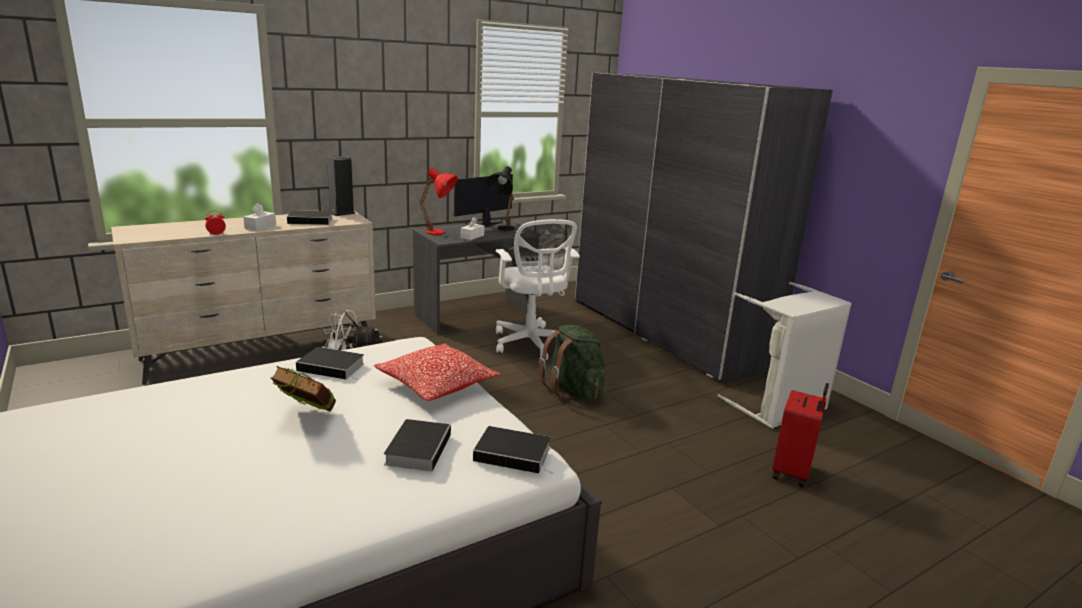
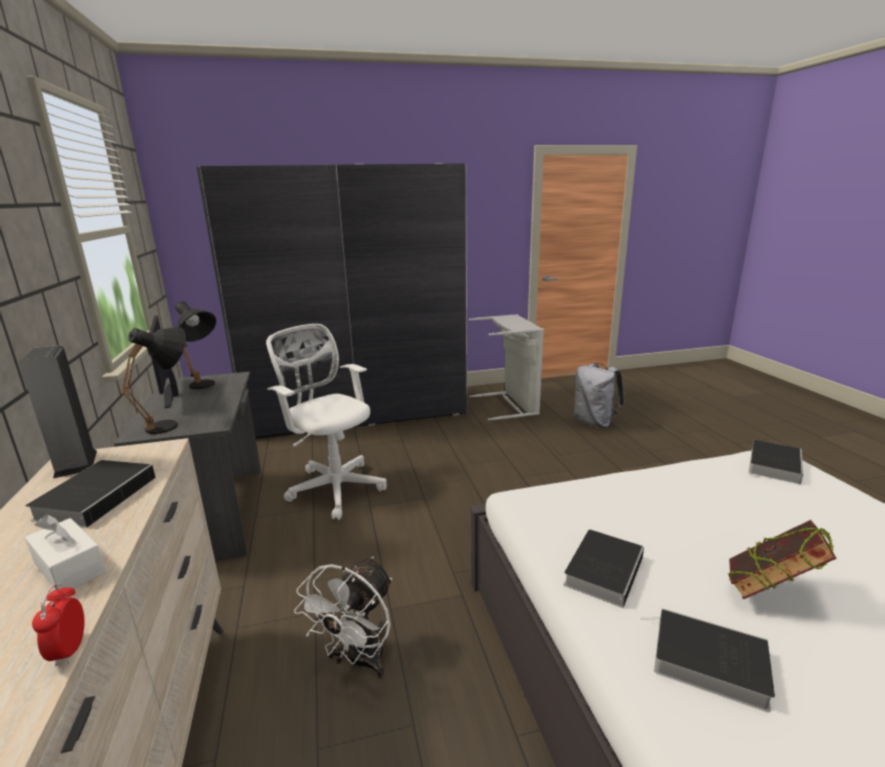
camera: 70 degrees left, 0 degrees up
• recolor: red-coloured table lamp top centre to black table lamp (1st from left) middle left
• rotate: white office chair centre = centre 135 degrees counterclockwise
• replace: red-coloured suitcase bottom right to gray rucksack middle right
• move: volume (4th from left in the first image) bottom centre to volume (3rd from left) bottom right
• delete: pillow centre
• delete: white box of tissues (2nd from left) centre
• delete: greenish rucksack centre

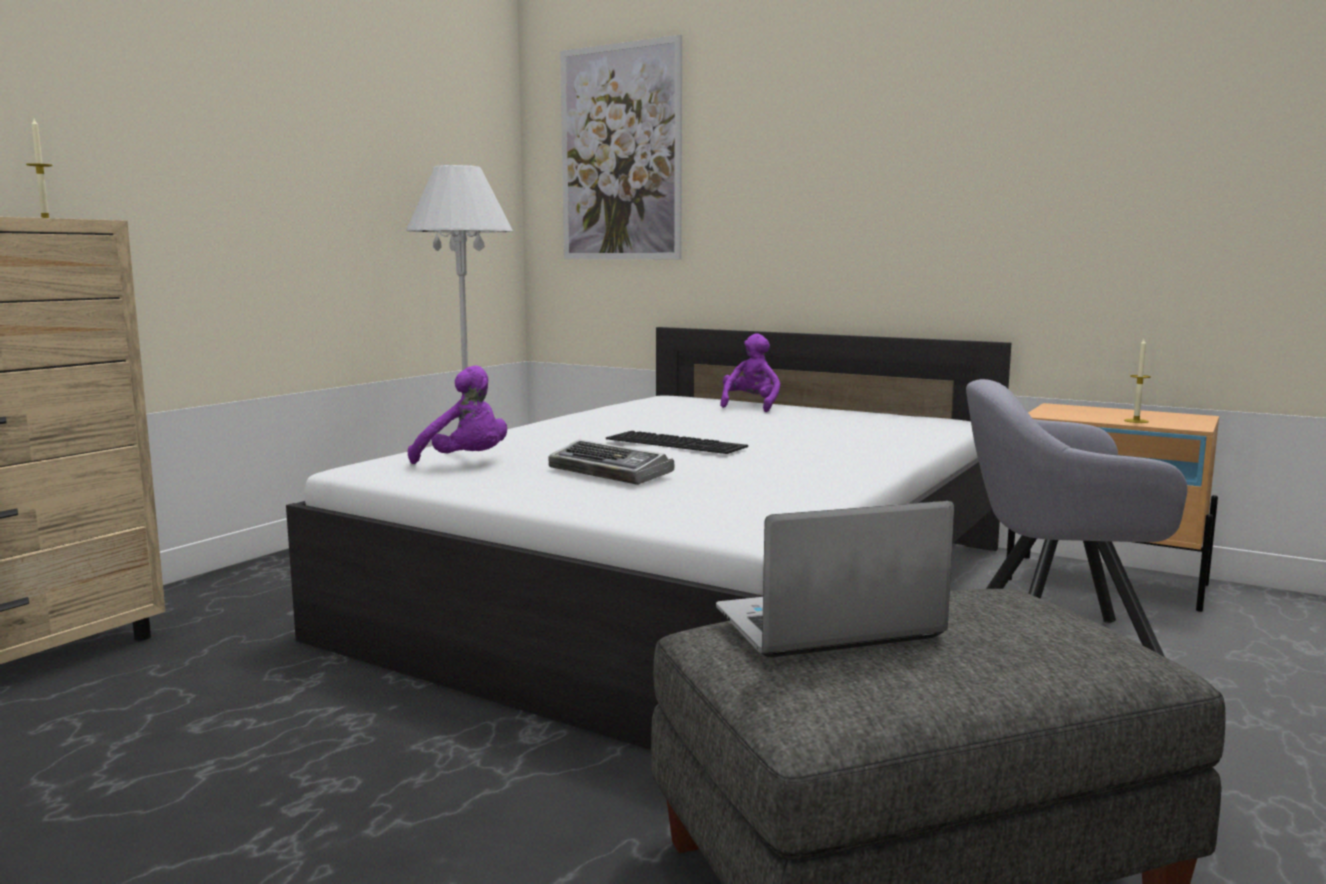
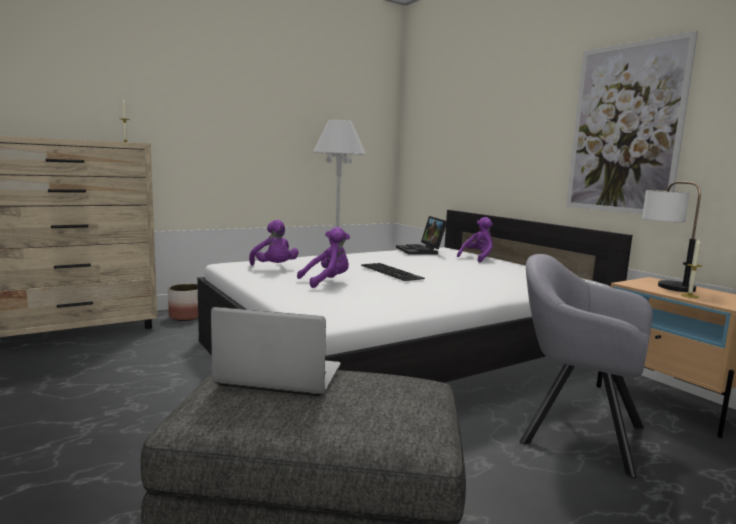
camera: 25 degrees right, 0 degrees up
• insert: flower pot middle left
• replace: keyboard (1st from left) centre to purplish soft toy (2nd from left) centre
• insert: laptop (2nd from left) centre
• move: picture top centre to top right
• insert: table lamp middle right

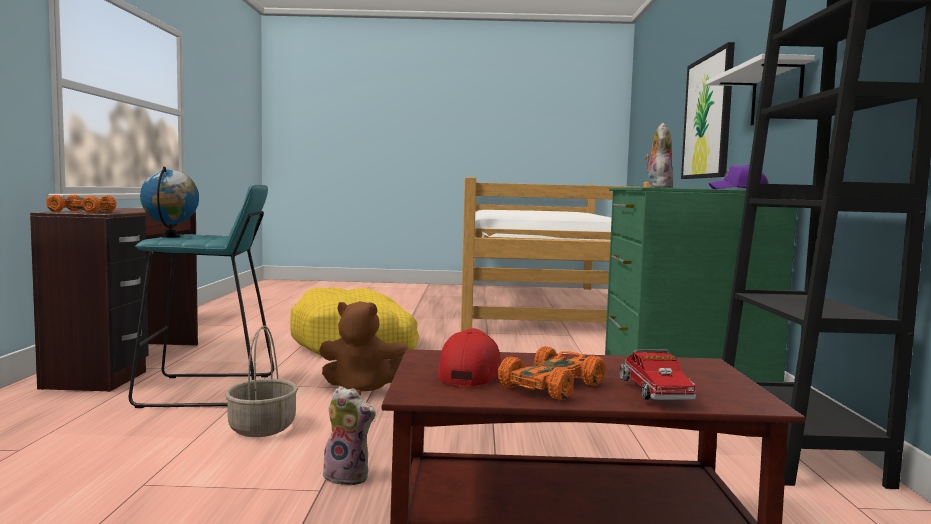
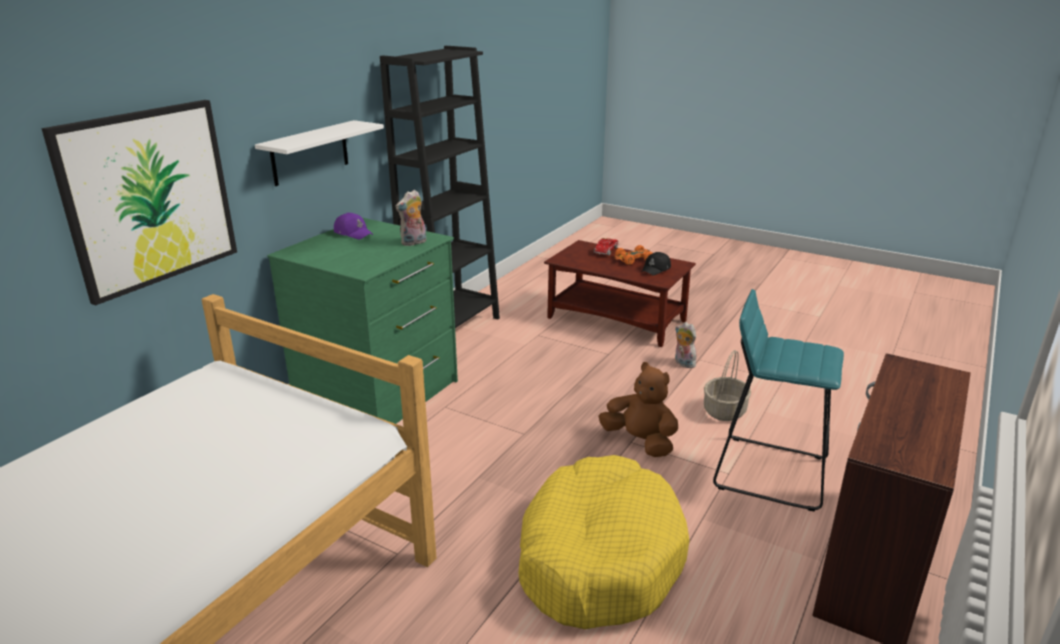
camera: 150 degrees left, 20 degrees up
• recolor: red-coloured cap bottom centre to black cap centre
• delete: orange toy car (1st from left) middle left
• delete: world globe middle left

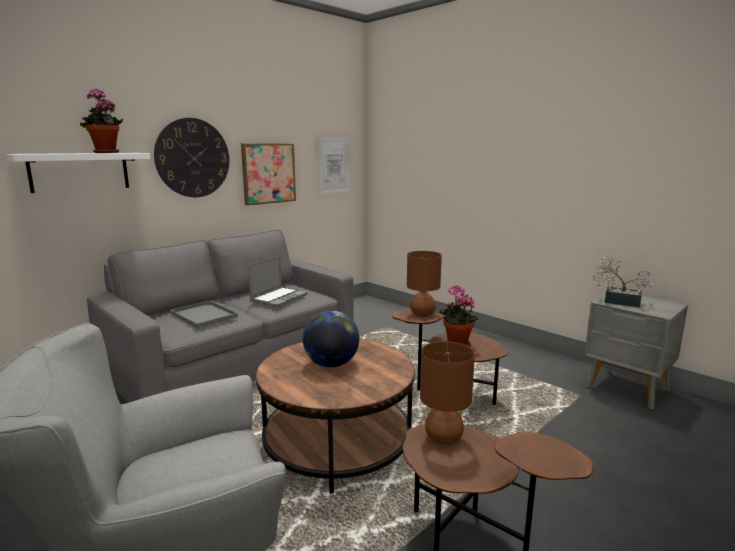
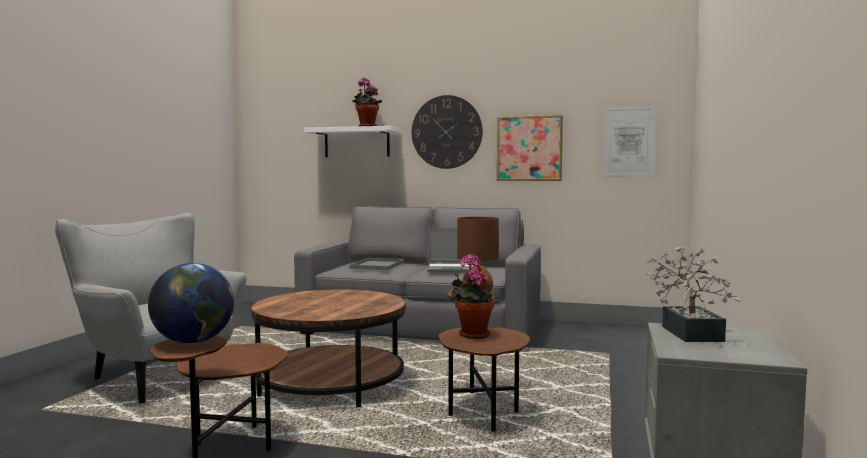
camera: 60 degrees right, 10 degrees down
• move: world globe centre to middle left
• delete: brown table lamp (2nd from left) bottom centre

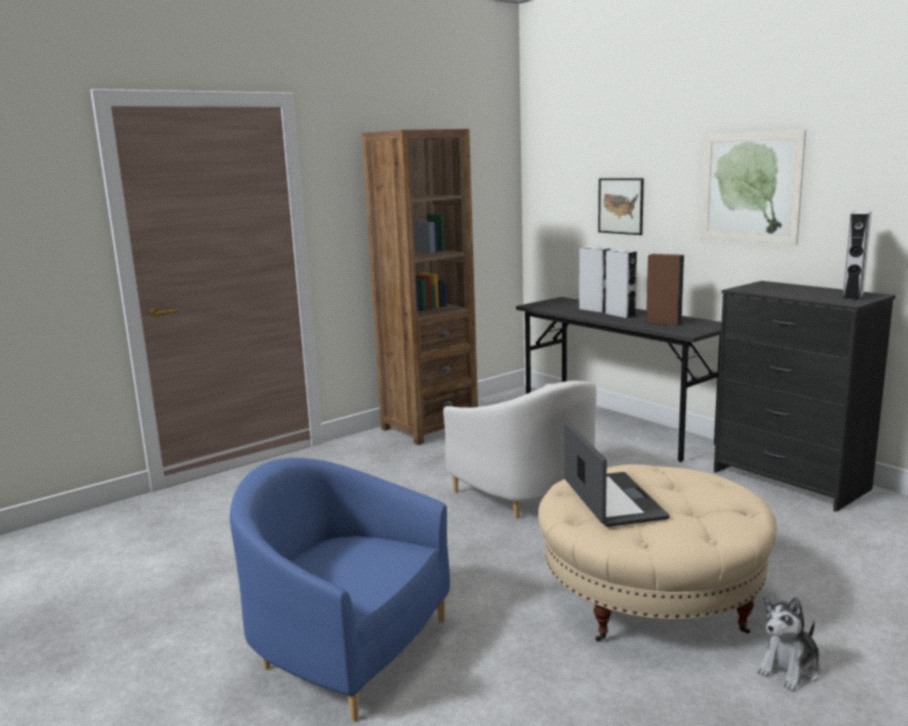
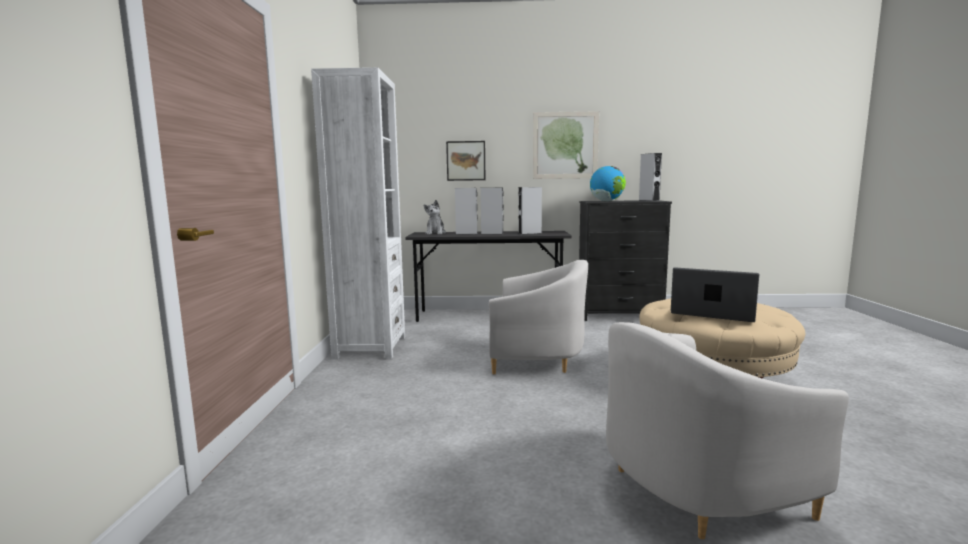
camera: 50 degrees left, 5 degrees down
• recolor: brown shelving unit centre to white shelving unit centre
• move: soft toy bottom right to centre
• recolor: brown speaker middle right to gray speaker (3rd from left) centre
• insert: world globe centre
• recolor: blue easy chair bottom centre to white easy chair (2nd from left) bottom right

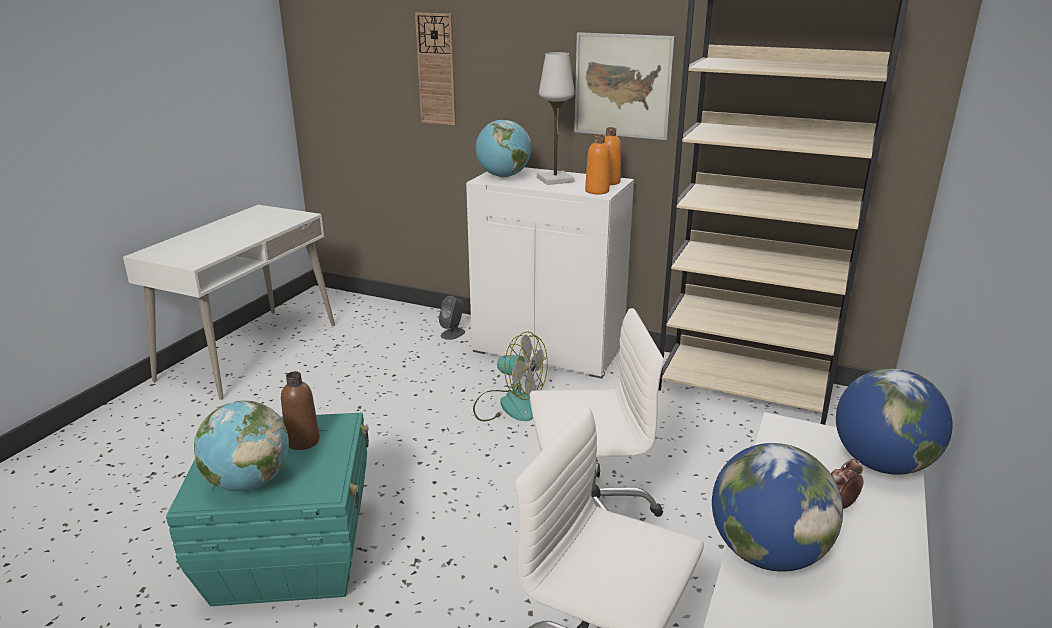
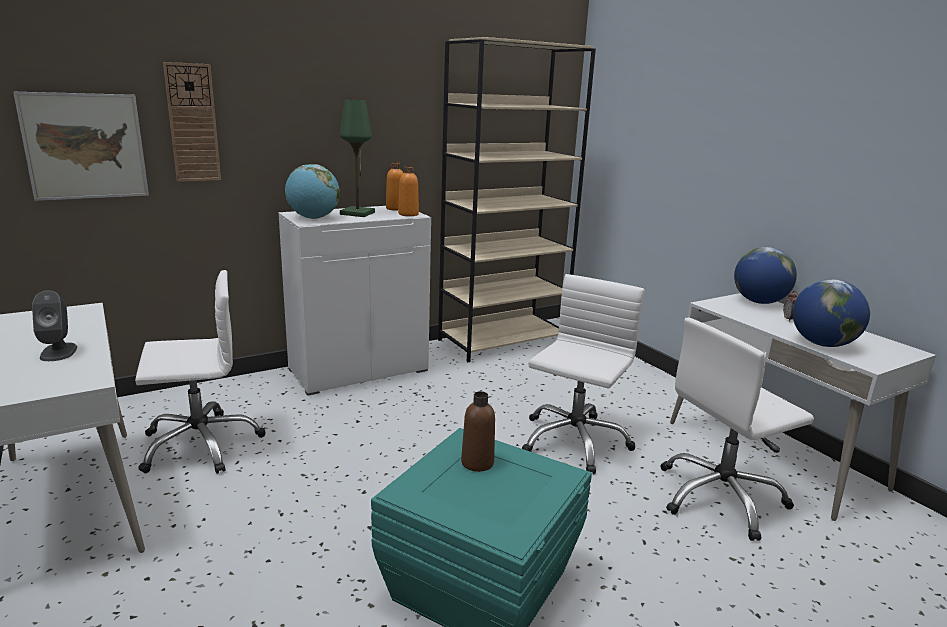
camera: 55 degrees left, 5 degrees down
• move: picture top centre to top left
• move: gray speaker centre to middle left
• insert: white office chair (1st from left) middle left
• recolor: white table lamp top centre to greenish table lamp top centre
• delete: world globe (1st from left) bottom left
• delete: electric fan centre

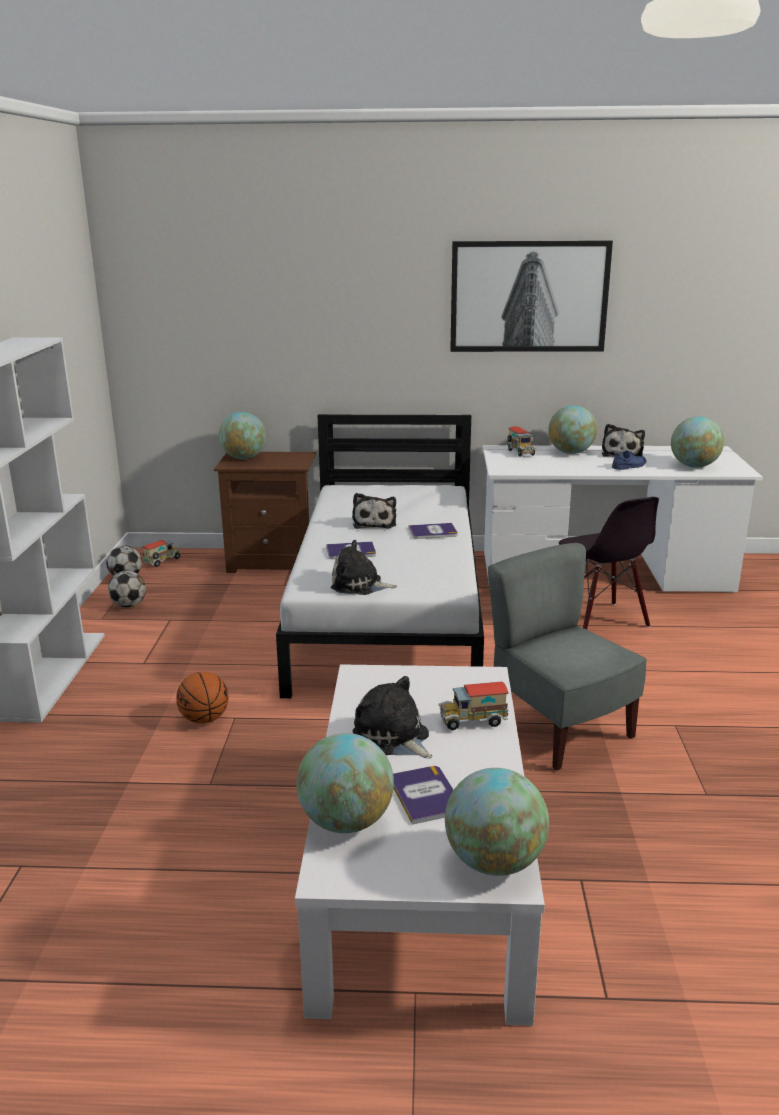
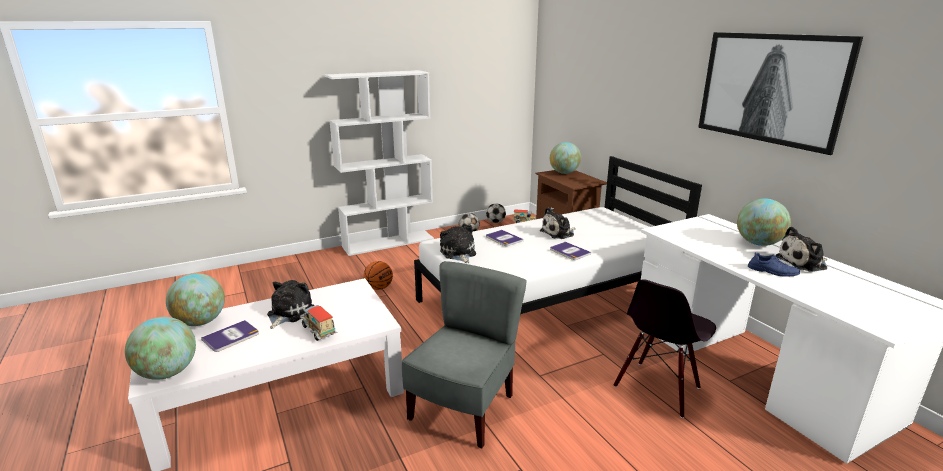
camera: 60 degrees right, 0 degrees up
• delete: model truck (3rd from left) middle right
• delete: world globe (5th from left) middle right

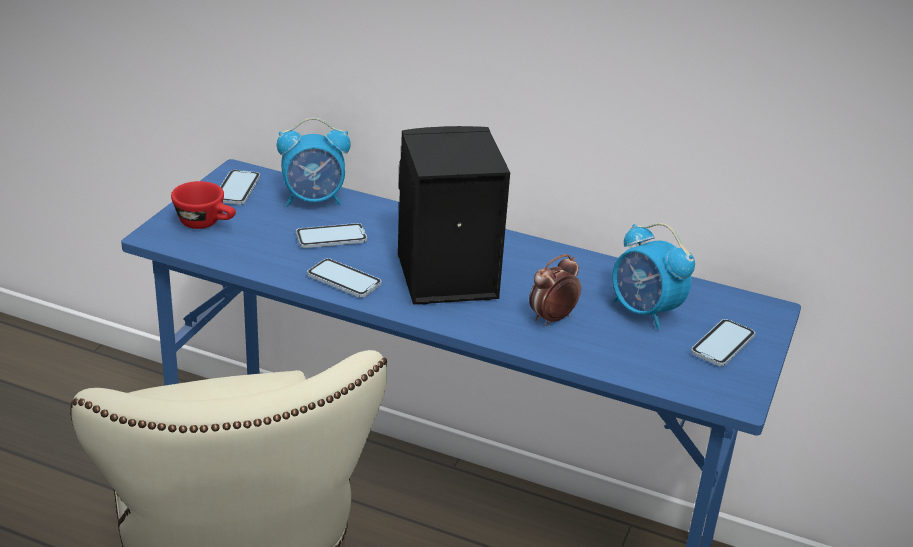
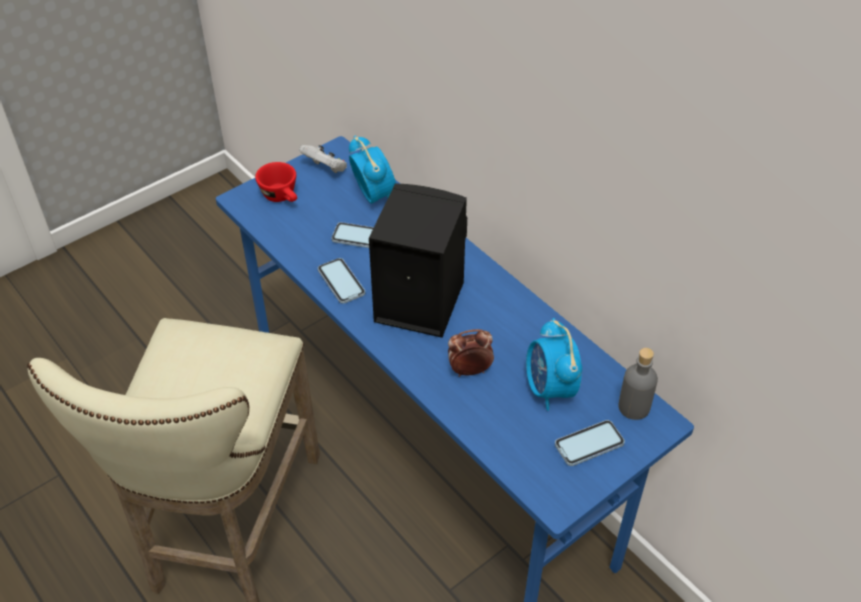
camera: 30 degrees right, 15 degrees up
• replace: phone (1st from left) middle left to white gamepad top centre
• rotate: bedside clock (1st from left) top centre = top centre 135 degrees counterclockwise
• insert: gray bottle middle right

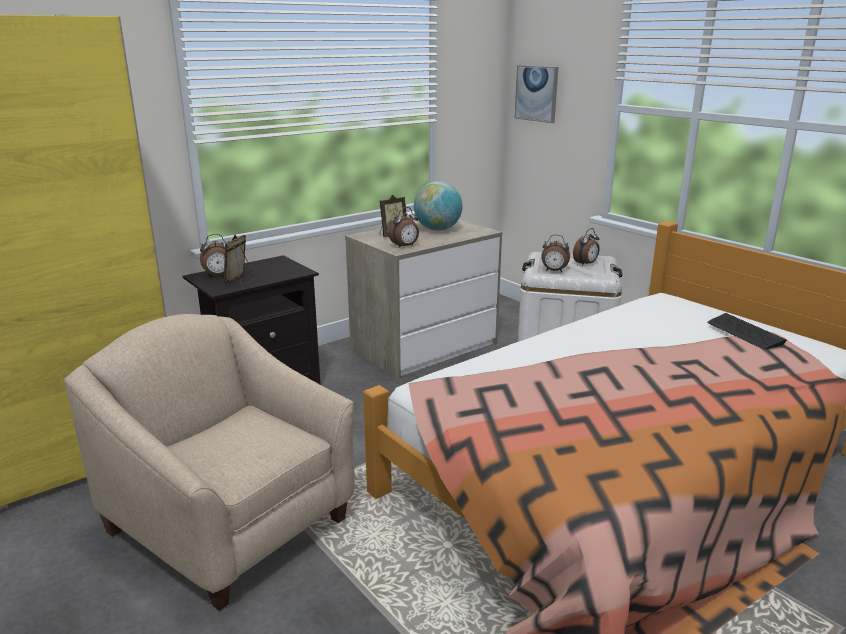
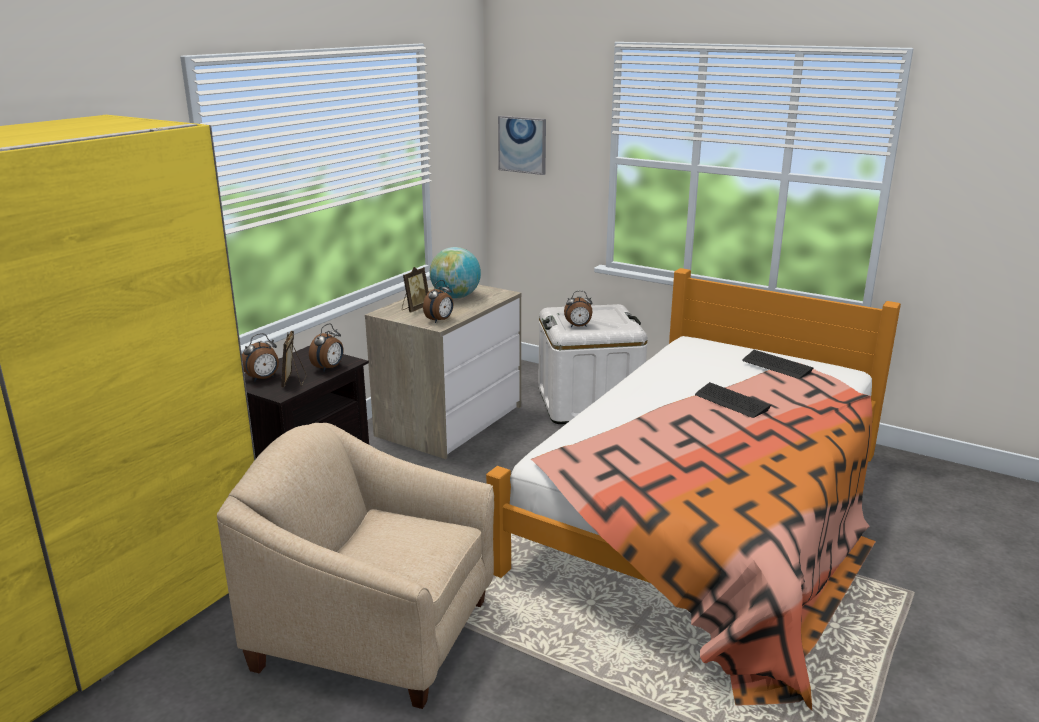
camera: 20 degrees left, 0 degrees up
• move: bedside clock (4th from left in the first image) middle right to bedside clock (2nd from left) middle left
• insert: keyboard (1st from left) middle right

